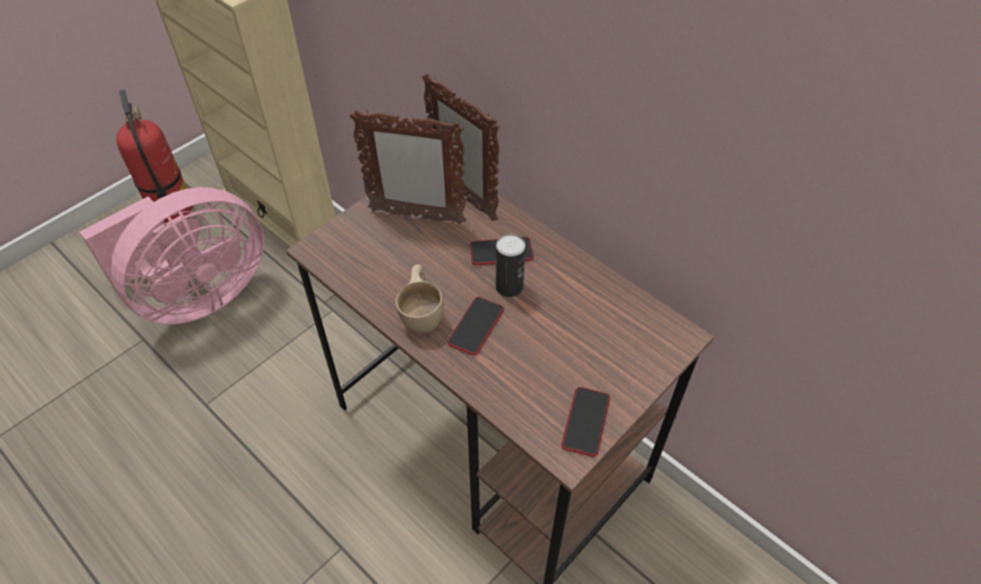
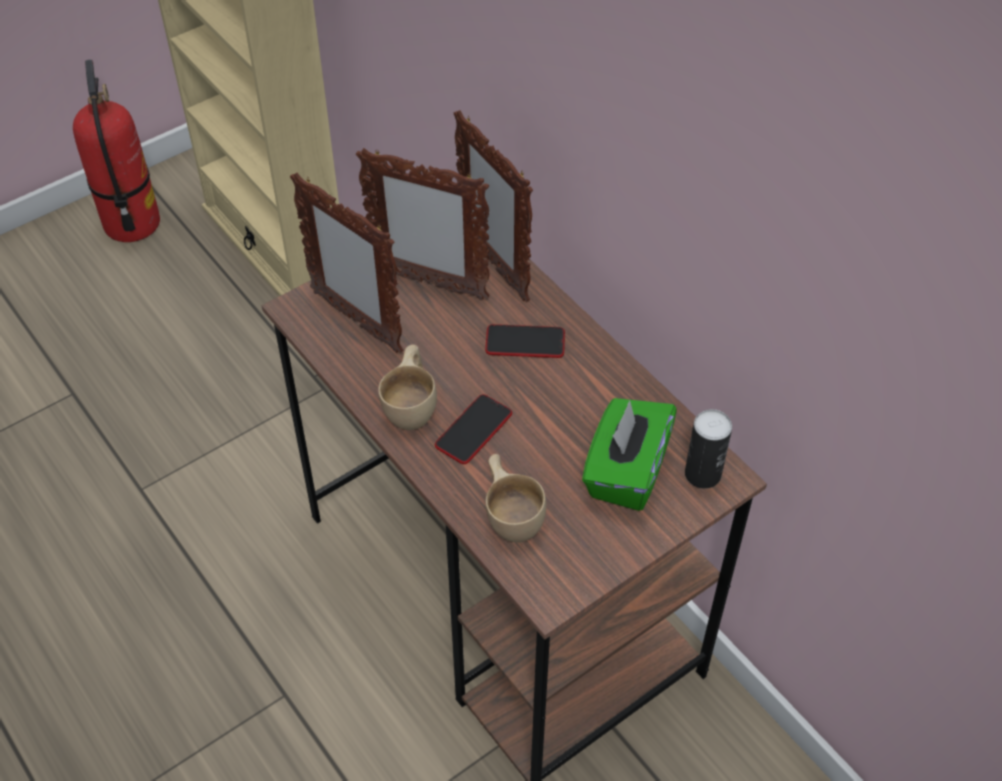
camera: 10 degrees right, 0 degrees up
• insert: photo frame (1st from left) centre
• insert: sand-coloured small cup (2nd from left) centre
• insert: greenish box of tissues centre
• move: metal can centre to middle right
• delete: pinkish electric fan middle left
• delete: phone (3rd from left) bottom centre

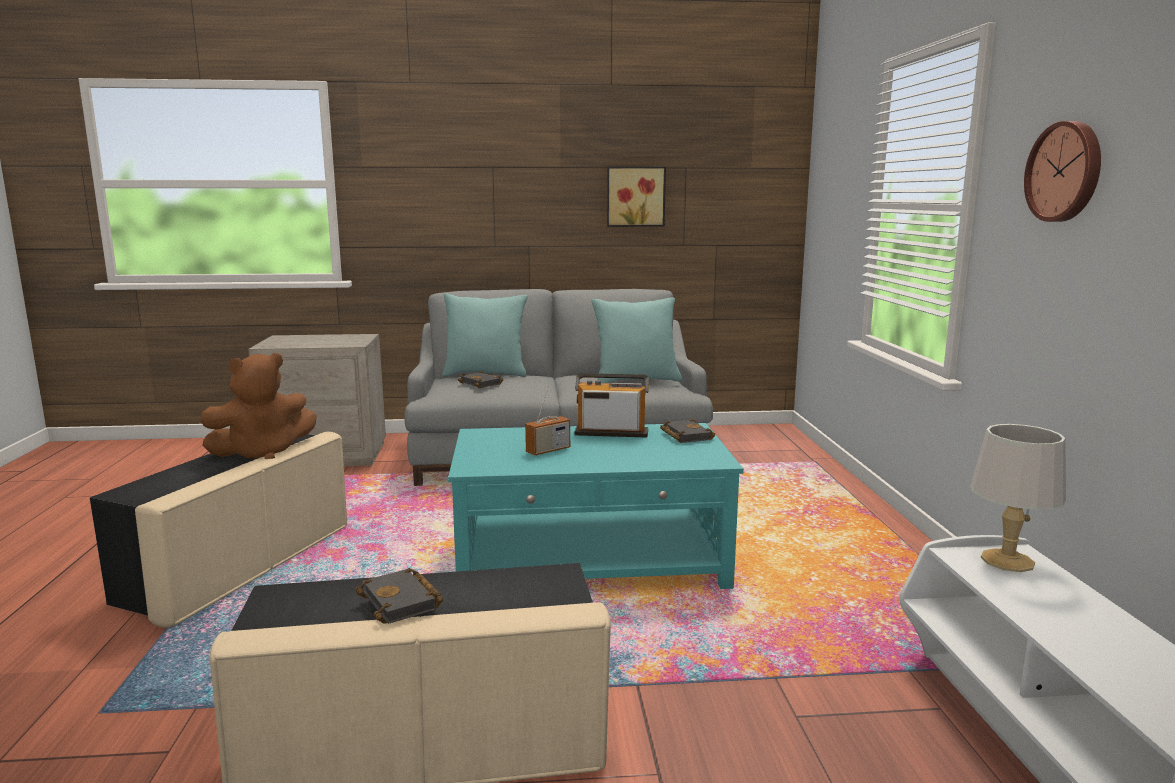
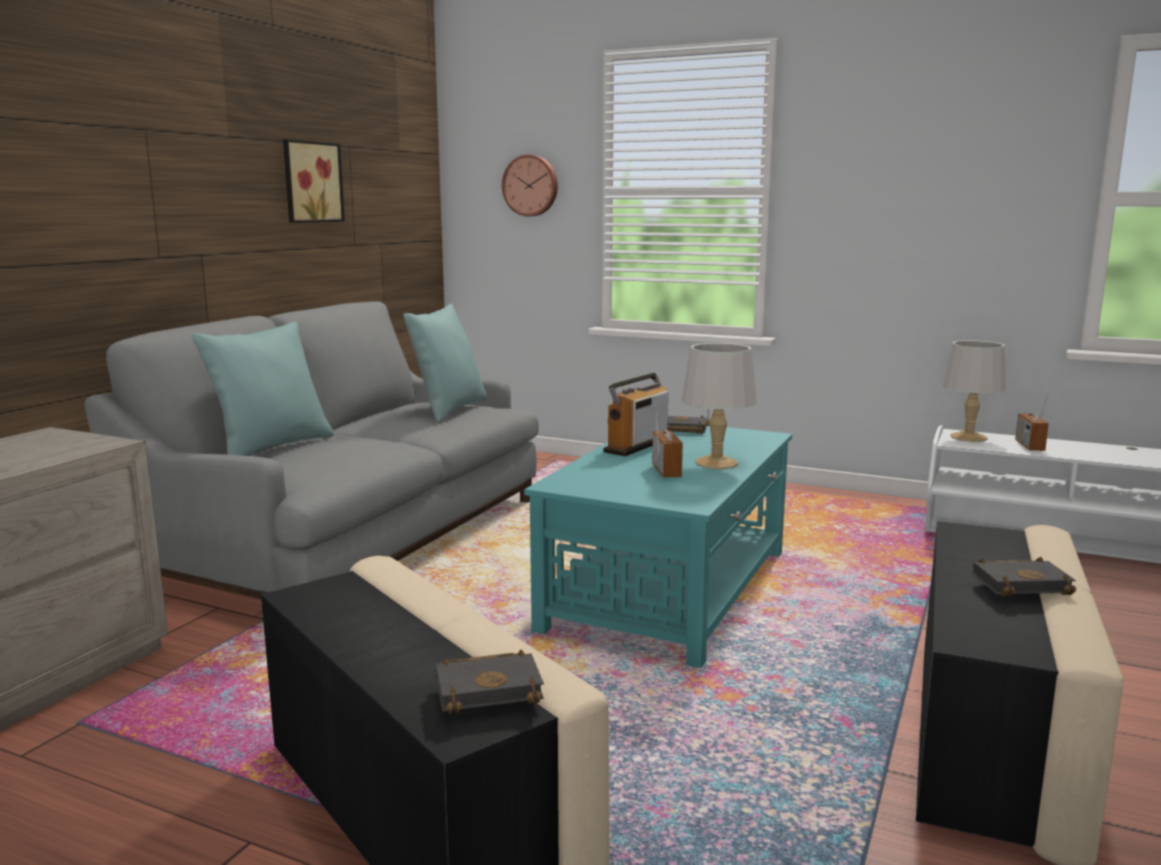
camera: 60 degrees left, 0 degrees up
• move: black volume (2nd from left in the first image) centre to black volume (1st from left) bottom centre
• move: wall clock top right to top centre
• insert: gray table lamp (1st from left) centre
• insert: radio receiver (3rd from left) middle right
• delete: brown soft toy middle left

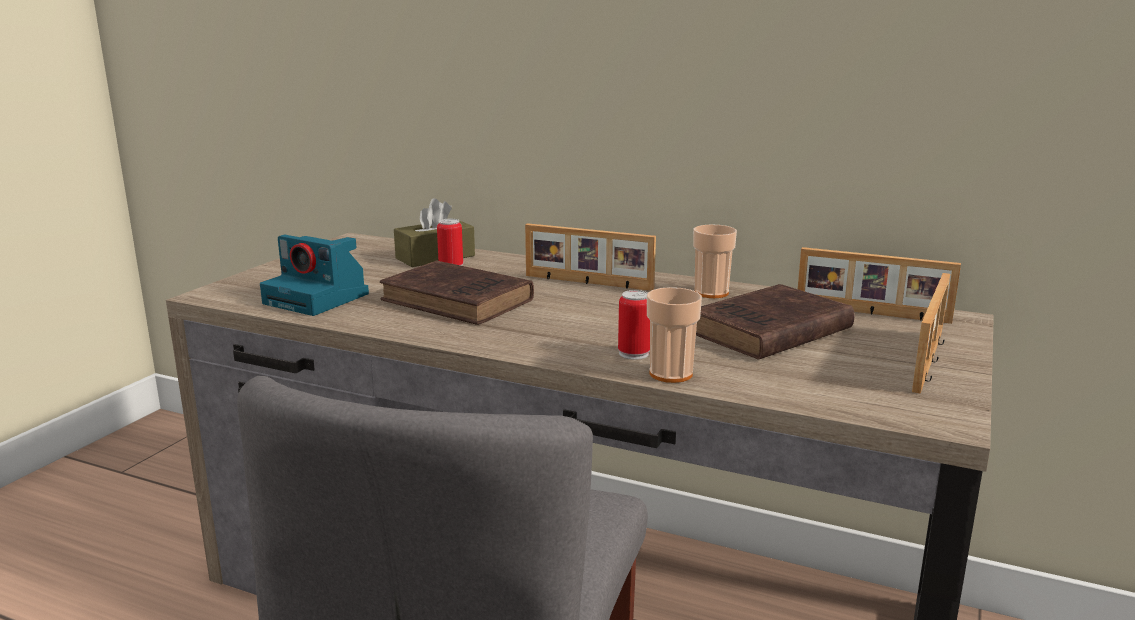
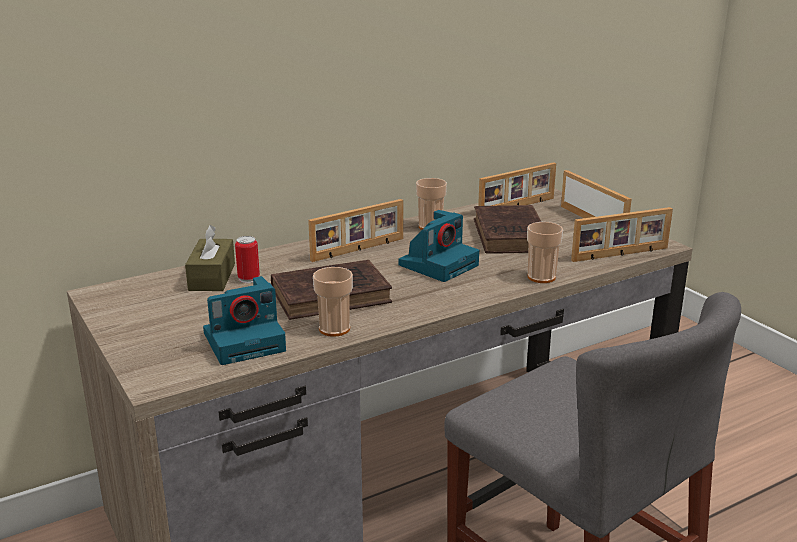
camera: 55 degrees left, 5 degrees up
• insert: small cup (1st from left) centre
• insert: still camera (2nd from left) centre
• insert: photo frame (4th from left) middle right
• delete: metal can (2nd from left) centre

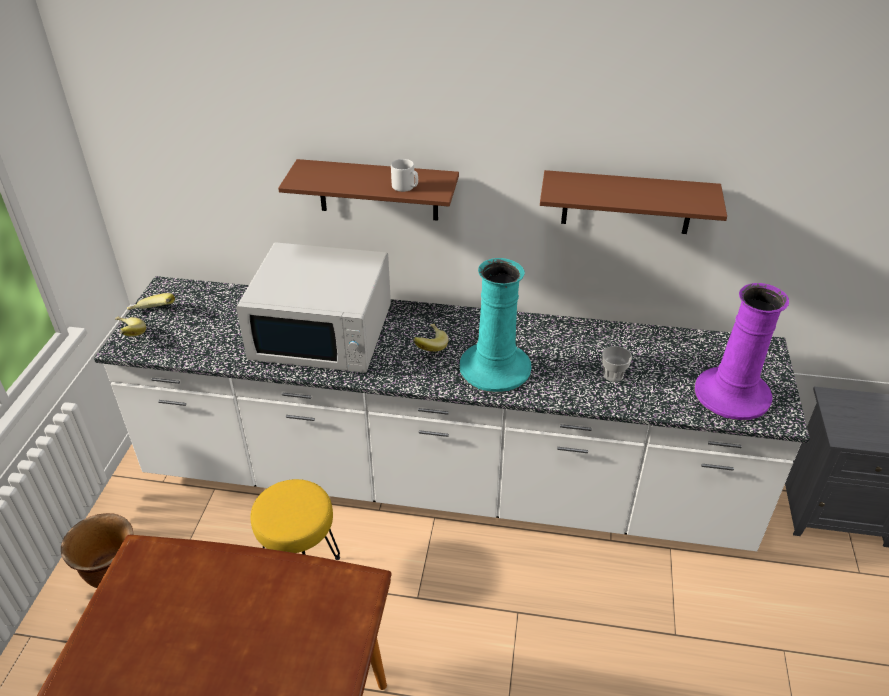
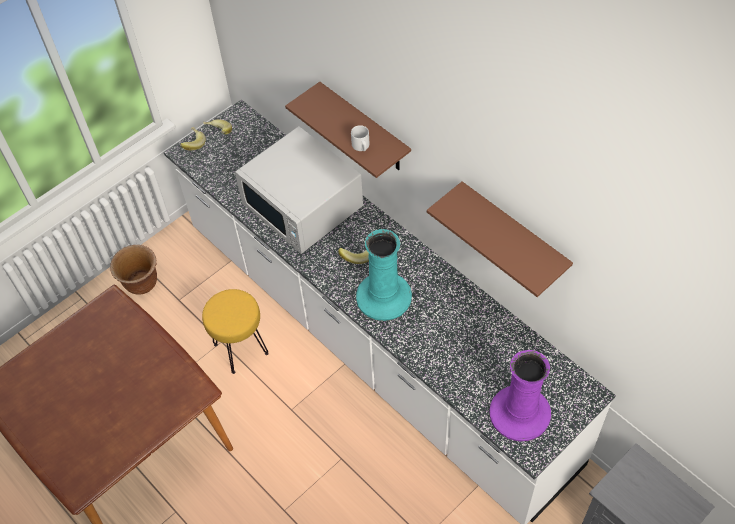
camera: 40 degrees right, 15 degrees up
• delete: small cup middle right

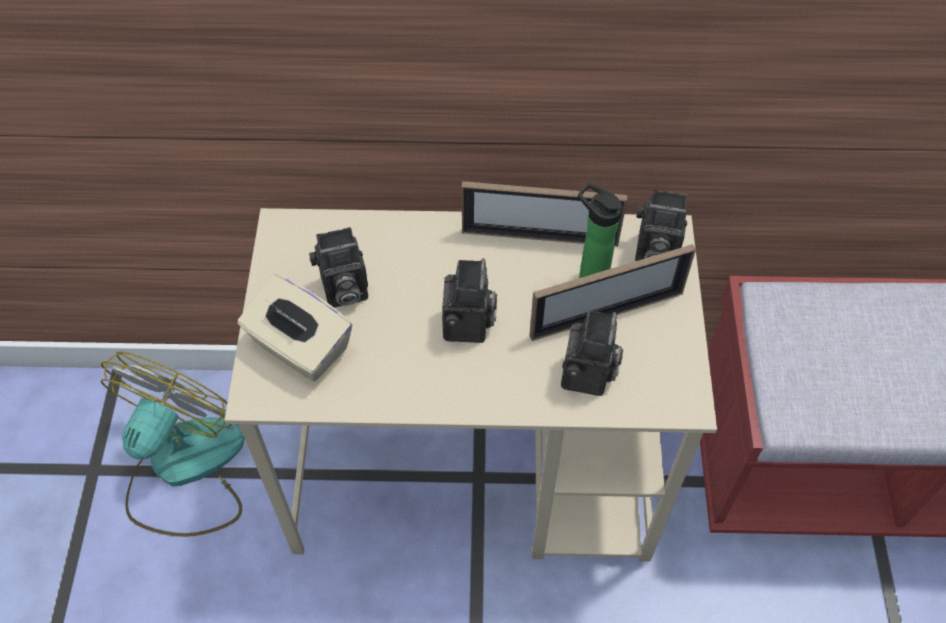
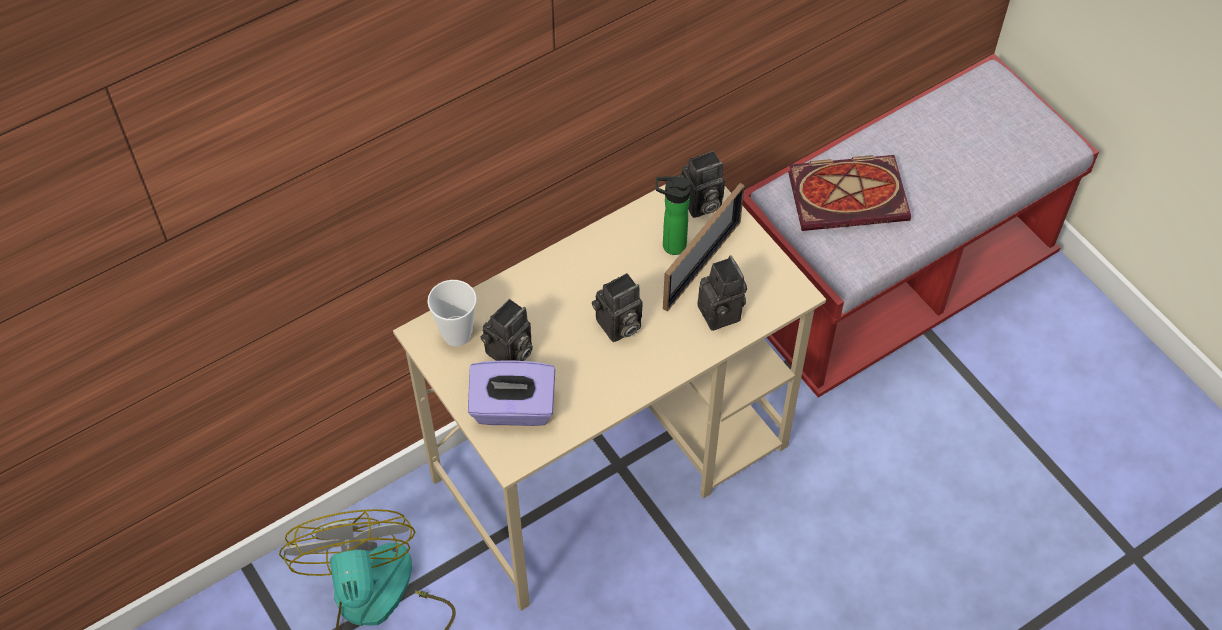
camera: 35 degrees left, 0 degrees up
• insert: small cup centre
• recolor: sand-coloured box of tissues middle left to purplish box of tissues centre
• rotate: still camera (2nd from left) centre = centre 90 degrees clockwise
• insert: volume top right
• delete: photo frame (1st from left) centre

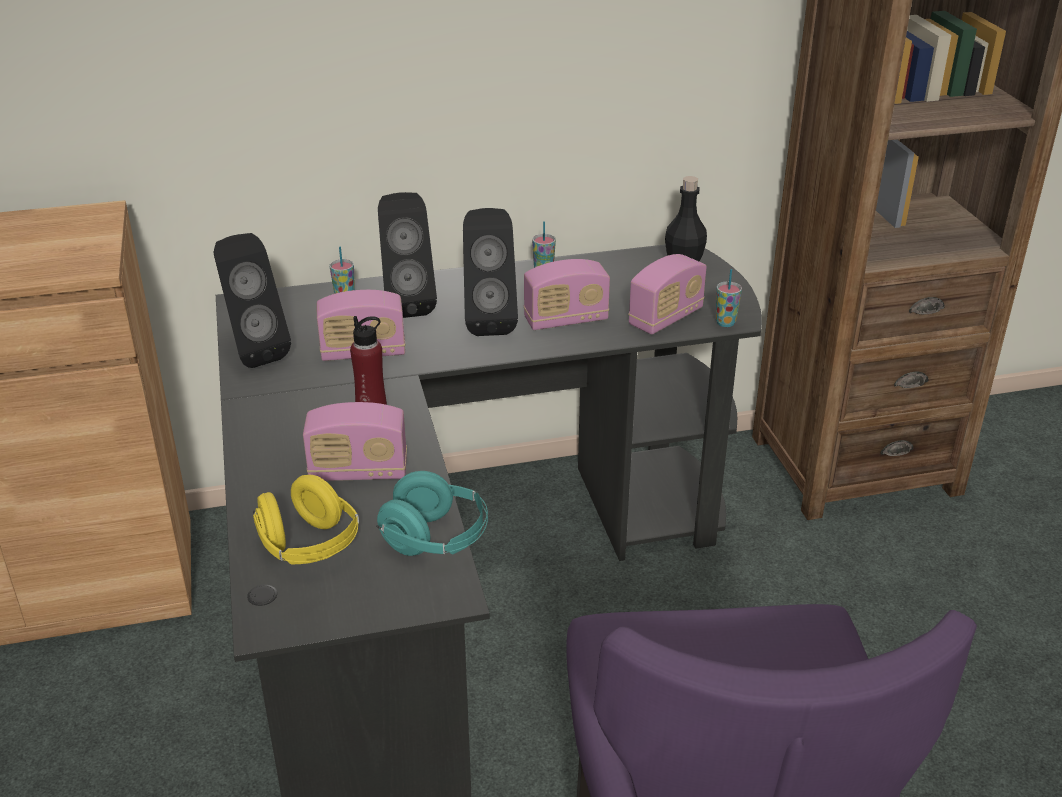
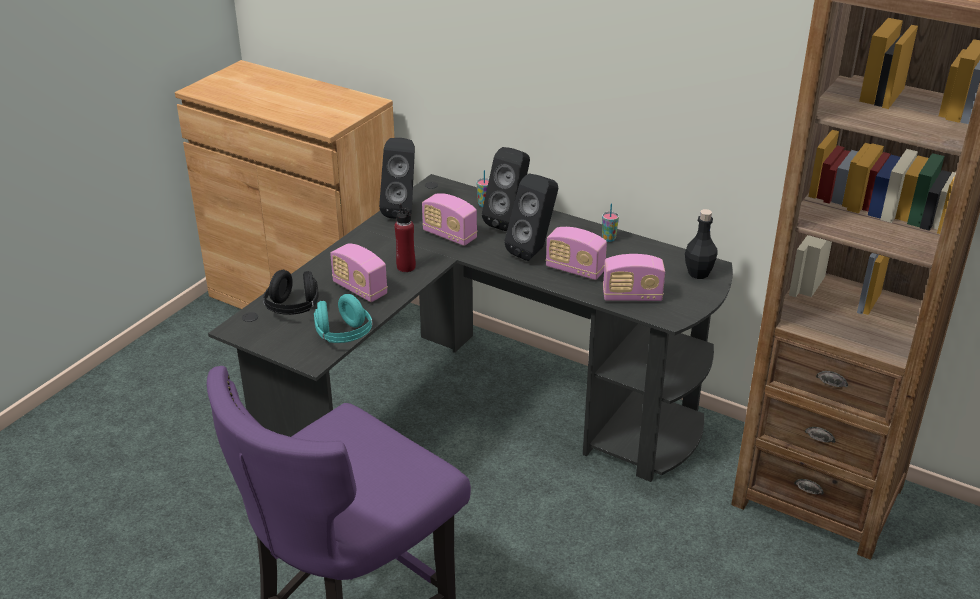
camera: 45 degrees right, 0 degrees up
• recolor: yellow headset middle left to black headset middle left
• delete: small cup (3rd from left) middle right

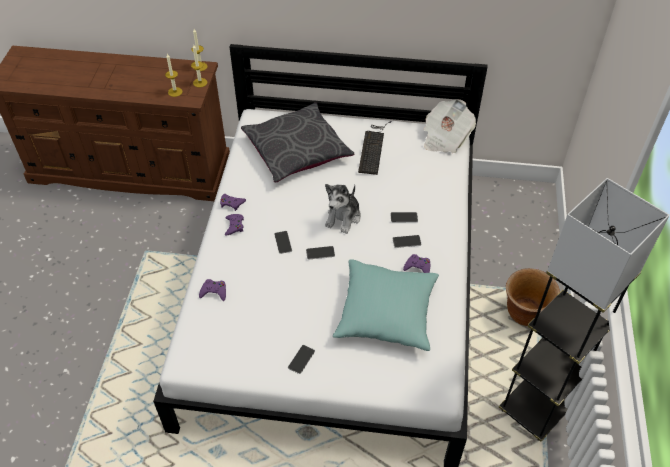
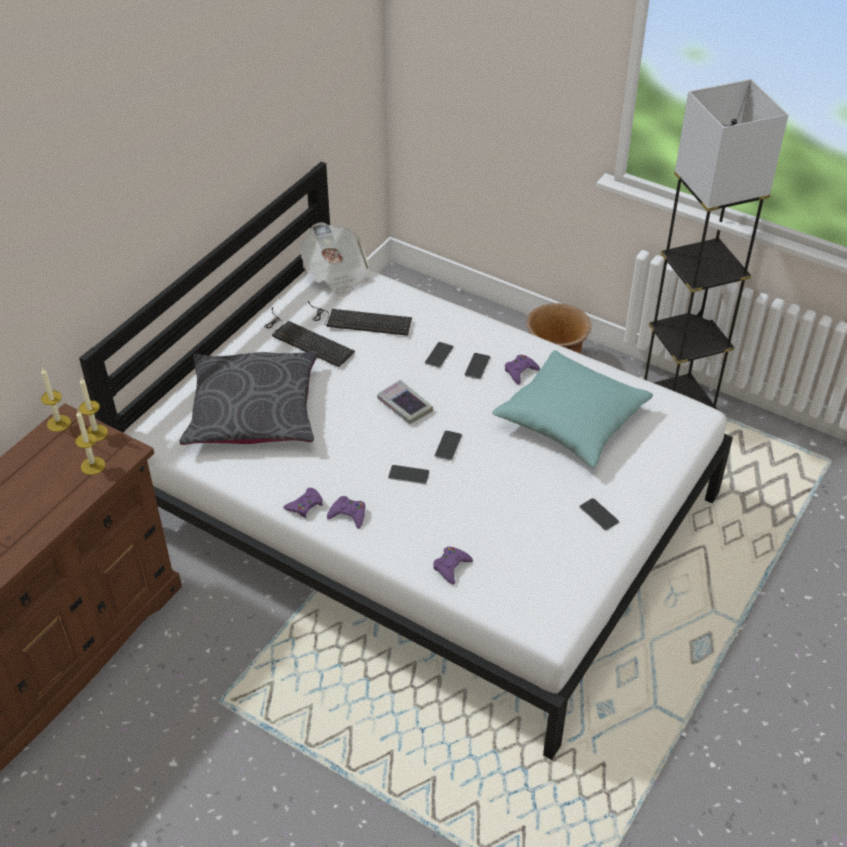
camera: 65 degrees left, 5 degrees down
• insert: keyboard (2nd from left) centre
• replace: soft toy centre to volume centre

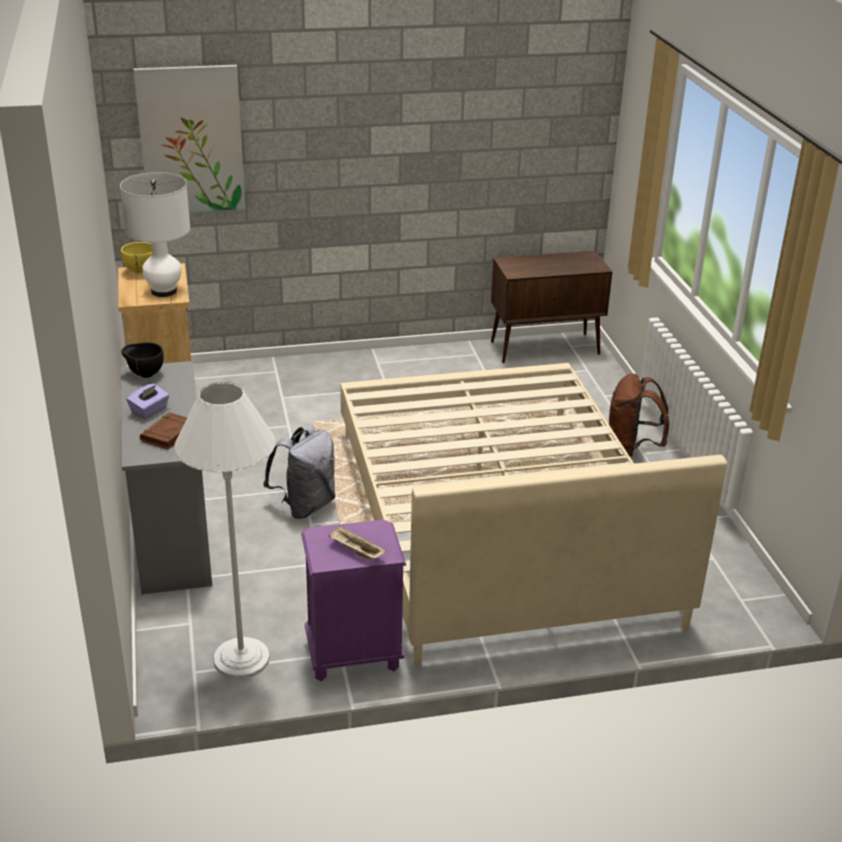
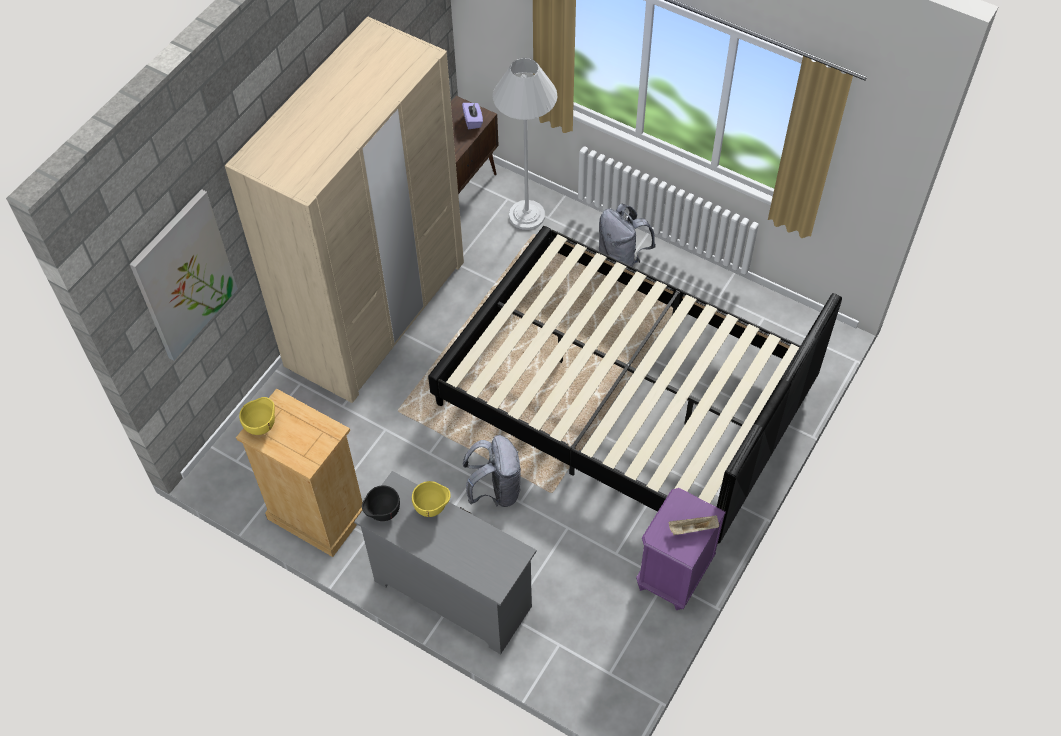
camera: 45 degrees left, 25 degrees up
• insert: sand-coloured wardrobe top left
• insert: yellow serving bowl (2nd from left) bottom centre
• recolor: sand-coloured bed centre to black bed centre
• move: purplish box of tissues middle left to top centre
• move: white standing lamp middle left to top centre
• recolor: brown rucksack middle right to gray rucksack (2nd from left) top centre
• delete: white table lamp top left
• delete: brown volume middle left

